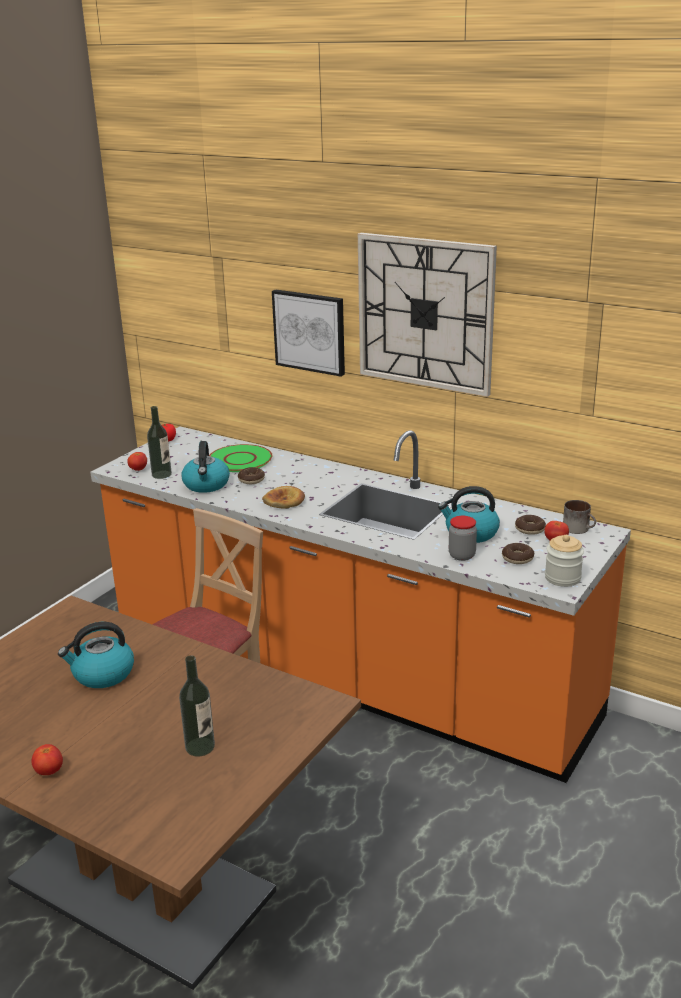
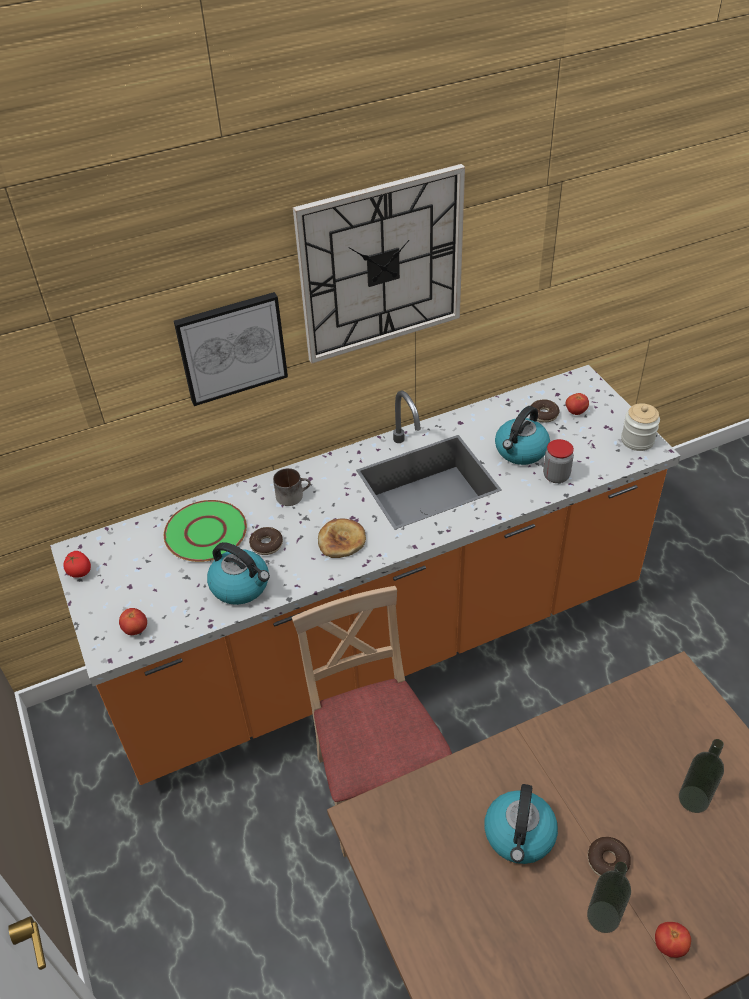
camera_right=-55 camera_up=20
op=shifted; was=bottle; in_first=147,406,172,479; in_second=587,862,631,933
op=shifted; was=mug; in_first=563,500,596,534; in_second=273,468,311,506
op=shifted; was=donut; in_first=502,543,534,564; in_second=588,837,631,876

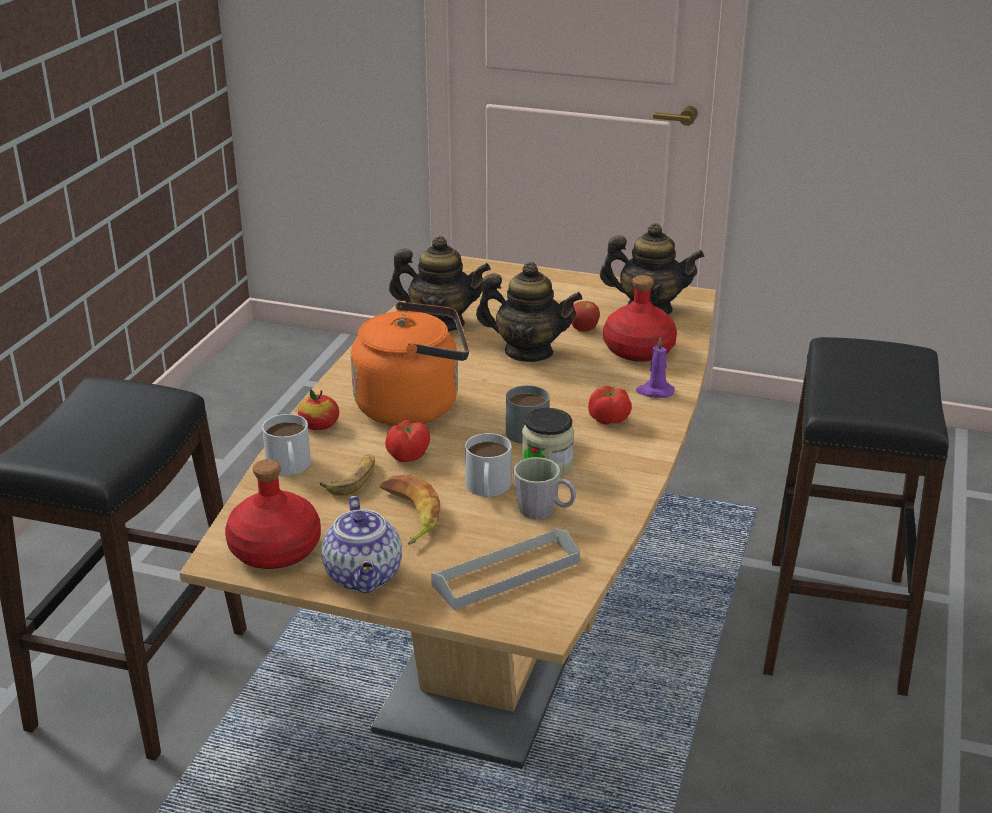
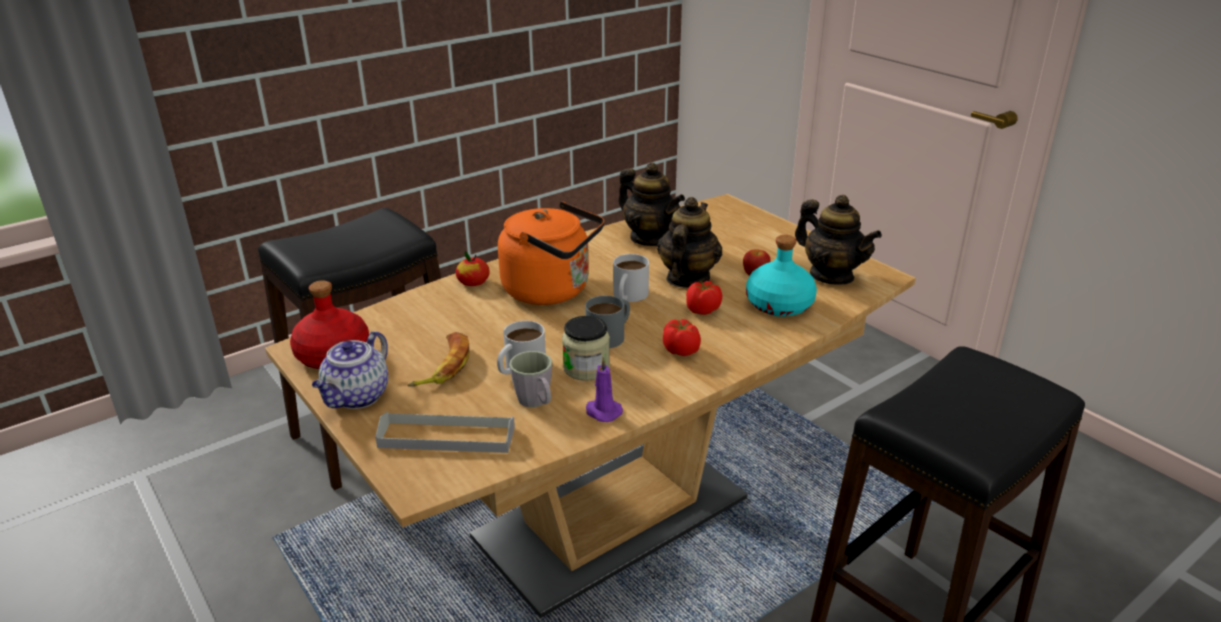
camera_right=35 camera_up=0
op=rotated; was=teapot; in_first=476,262,582,362; in_second=657,197,723,288; clockwise=-120
op=repainted; was=bottle/red; now=bottle/turquoise; in_first=603,275,677,362; in_second=746,235,817,317
op=shifted; was=candle/purple; in_first=636,336,674,398; in_second=586,357,623,422
op=shifted; was=mug/white; in_first=262,414,311,476; in_second=613,254,649,302
op=shifted; was=tomato; in_first=385,420,430,462; in_second=686,281,722,315
op=gone; was=banana; in_first=320,455,375,496

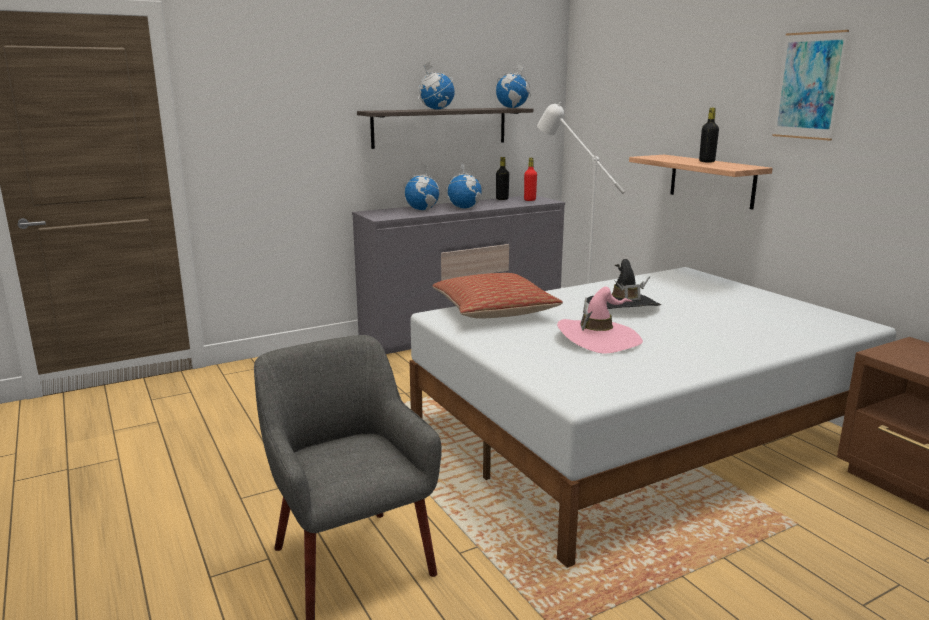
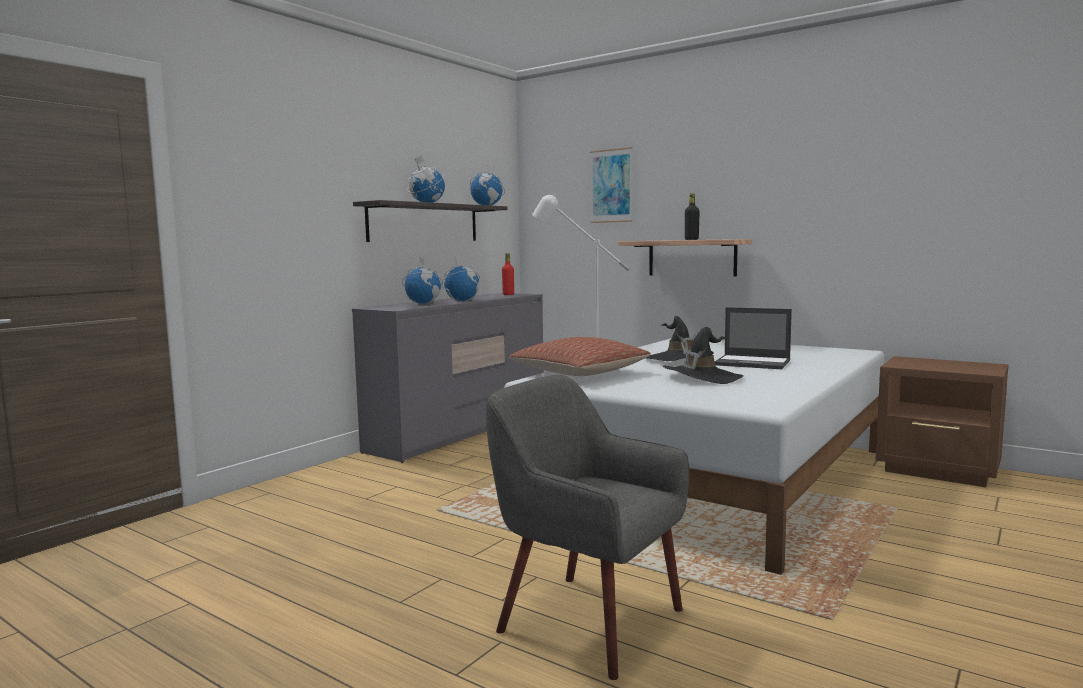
camera_right=-25 camera_up=-10
op=shifted; was=picture; in_first=773,30,849,141; in_second=590,147,632,223
op=gone; was=bottle/black; in_first=496,157,509,200
op=repainted; was=hat/pink; now=hat/black; in_first=557,287,643,354; in_second=663,327,743,384
op=new; now=laptop; in_second=715,307,792,369

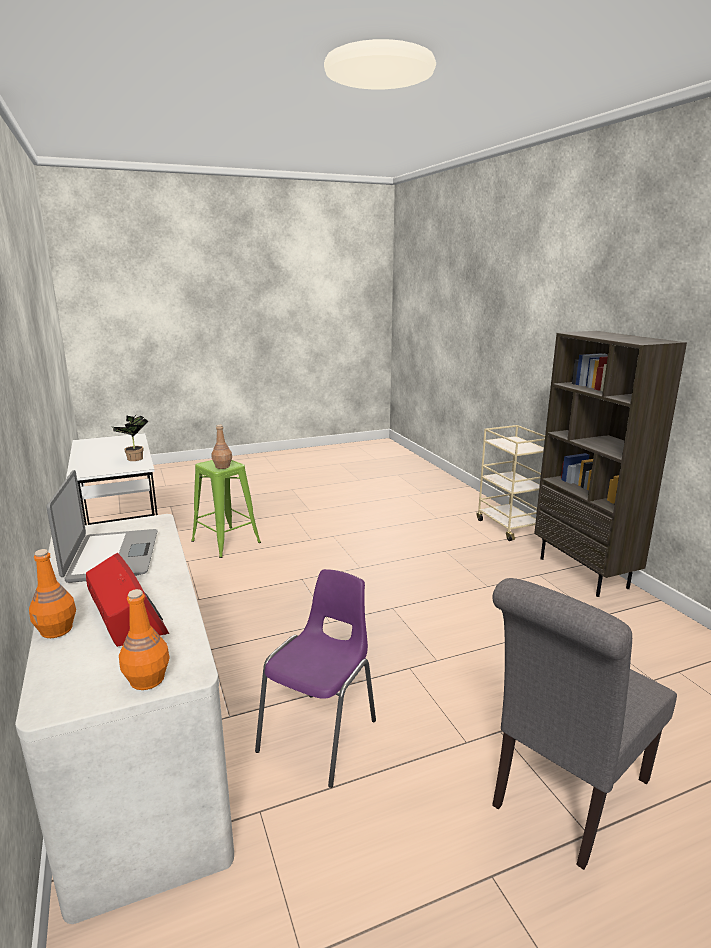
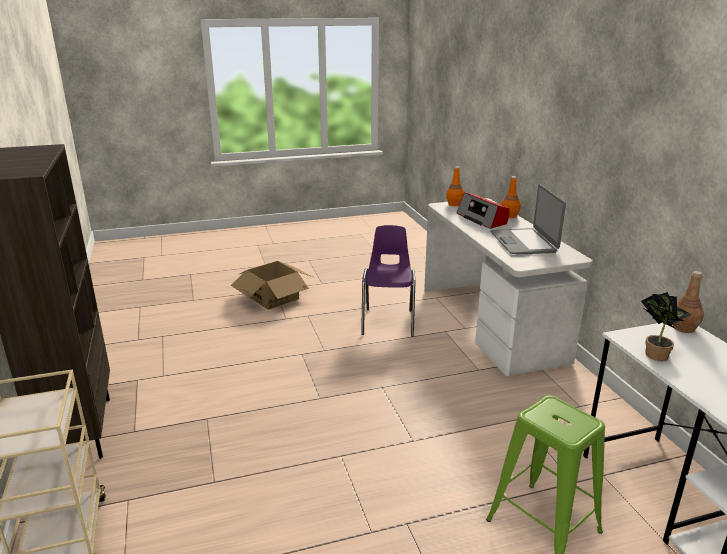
camera_right=-175 camera_up=5
op=shifted; was=bottle/brown; in_first=212,425,232,469; in_second=673,271,704,333
op=rotated; was=chair/purple; in_first=255,569,376,788; in_second=361,225,415,337; clockwise=150
op=swapped; was=chair/grey; now=cardboard box; in_first=492,578,677,870; in_second=231,261,312,310

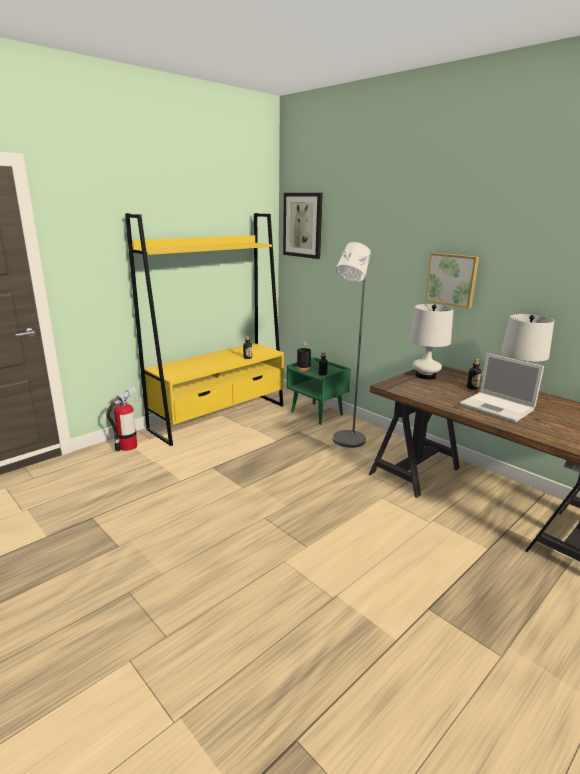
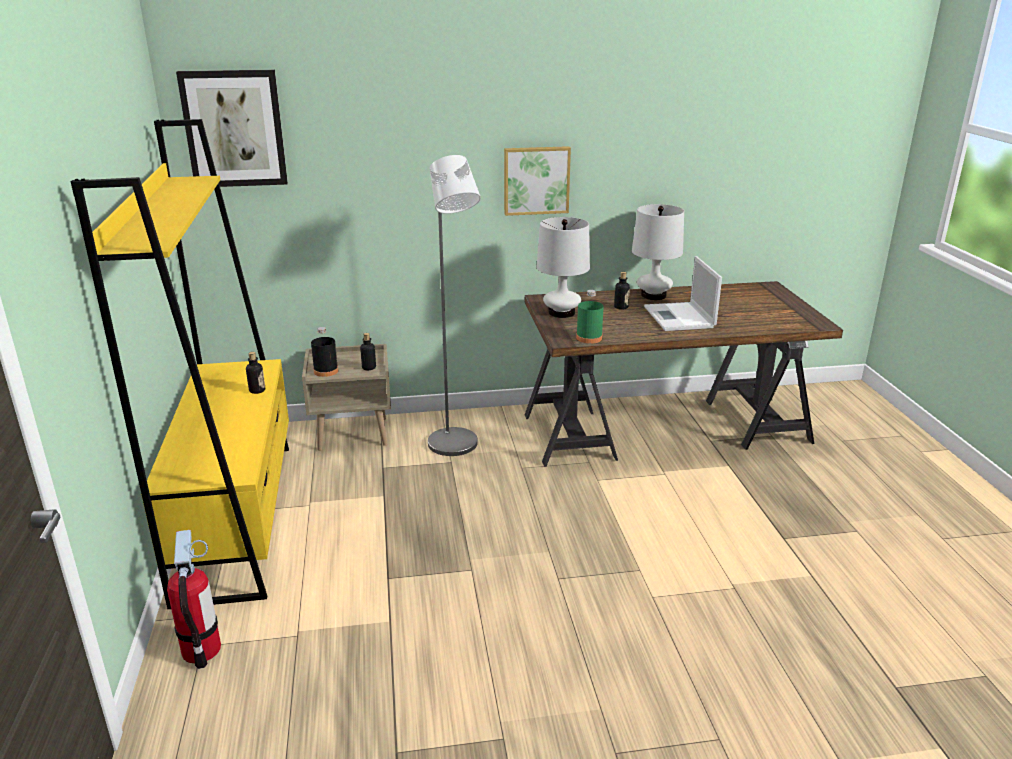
camera_right=-55 camera_up=5
op=rotated; was=laptop; in_first=460,353,544,422; in_second=644,256,722,331; clockwise=90
op=repainted; was=nightstand/green; now=nightstand/beige; in_first=287,357,351,425; in_second=302,344,391,451
op=new; now=bottle/green; in_second=576,290,604,344

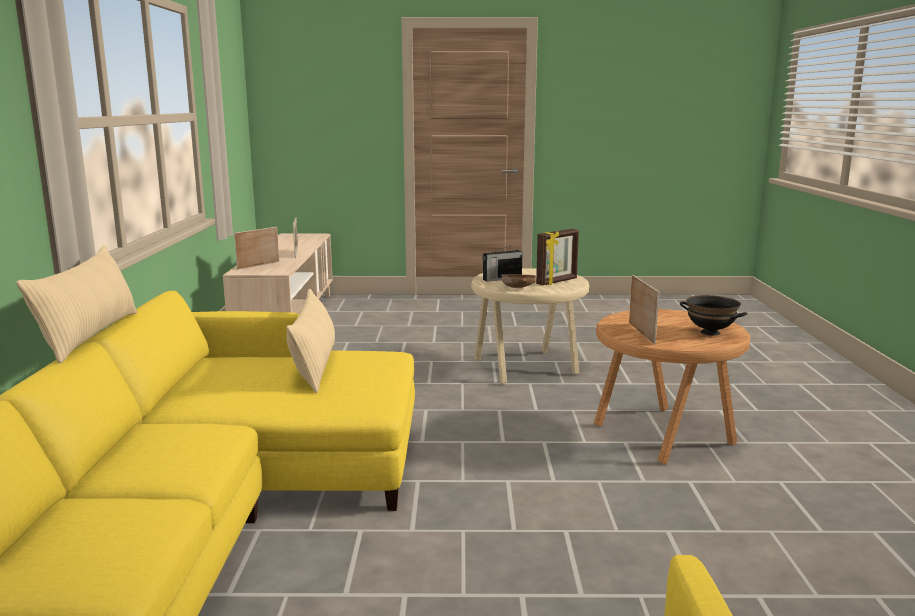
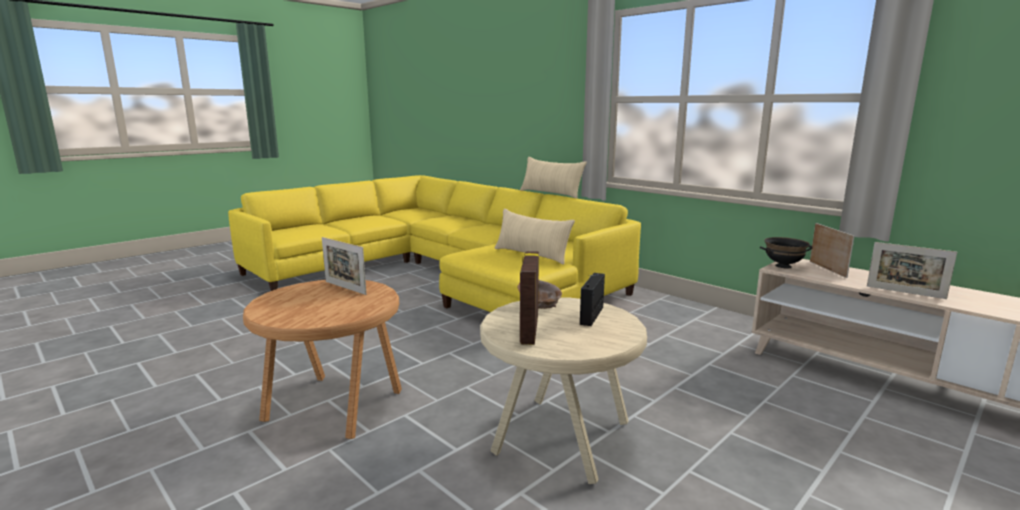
camera_right=135 camera_up=0
op=shifted; was=bowl/black; in_first=680,295,747,336; in_second=760,237,813,268

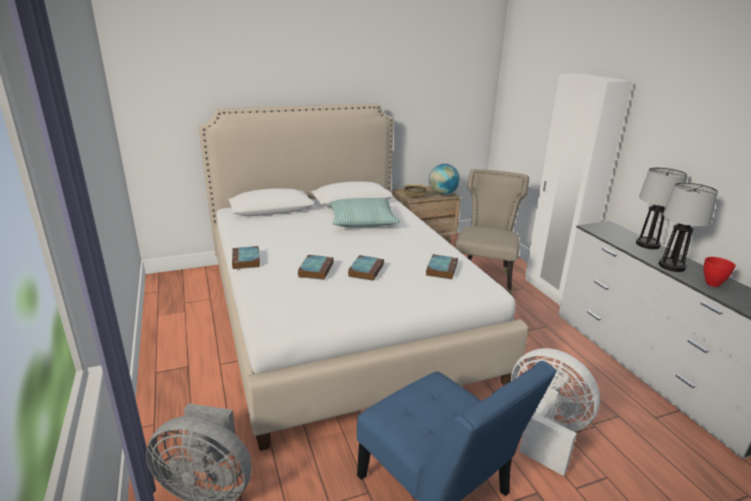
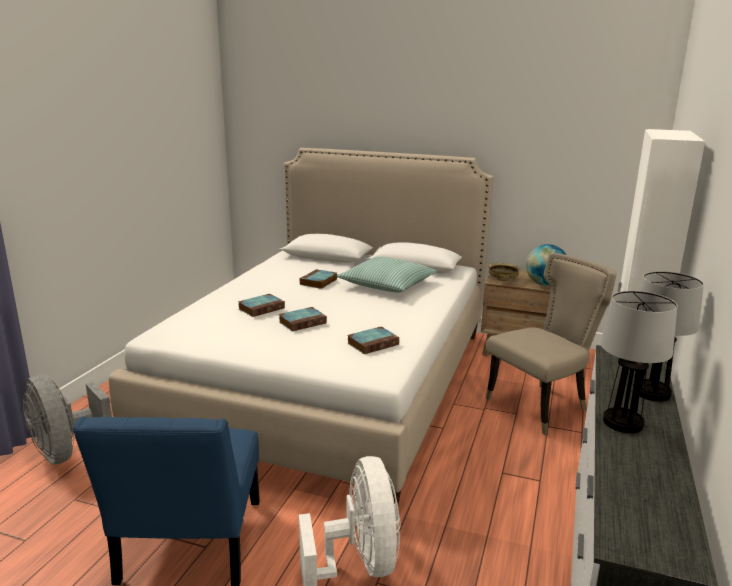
camera_right=40 camera_up=-5
op=shifted; was=book; in_first=232,246,260,269; in_second=300,269,337,289
op=gone; was=bowl/red; in_first=704,257,736,287

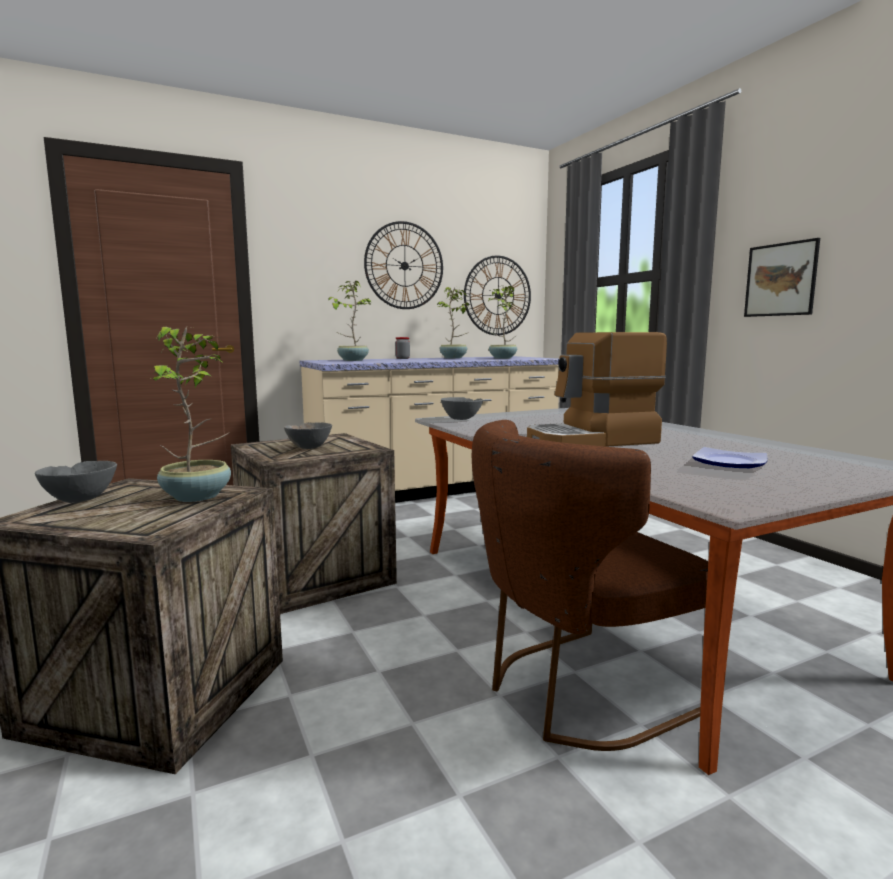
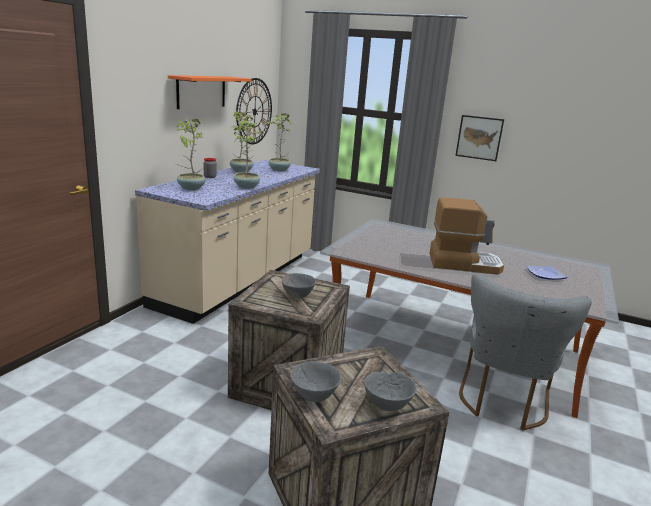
camera_right=-40 camera_up=10
op=swapped; was=wall clock; now=shelf/orange; in_first=364,221,443,309; in_second=168,75,252,109
op=shifted; was=potted plant; in_first=144,327,231,502; in_second=233,120,267,189
op=rotated; was=coffee machine; in_first=527,332,667,447; in_second=429,197,504,275; clockwise=-120
op=shifted; was=bowl/grey; in_first=441,397,483,420; in_second=364,372,417,411
op=repainted; was=chair/brown; now=chair/grey; in_first=472,420,708,751; in_second=459,274,592,431

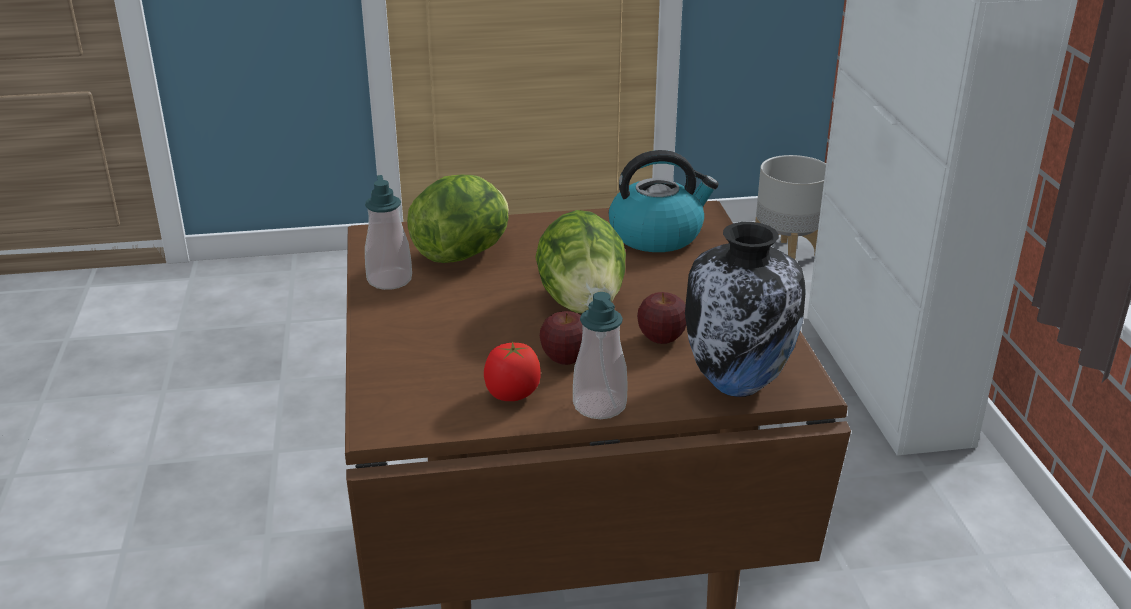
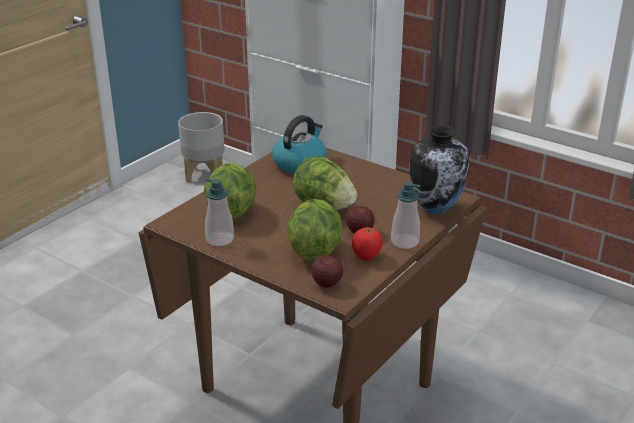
camera_right=-45 camera_up=0
op=shifted; was=apple; in_first=637,292,686,344; in_second=311,255,343,288
op=new; now=lettuce; in_second=286,199,343,261

